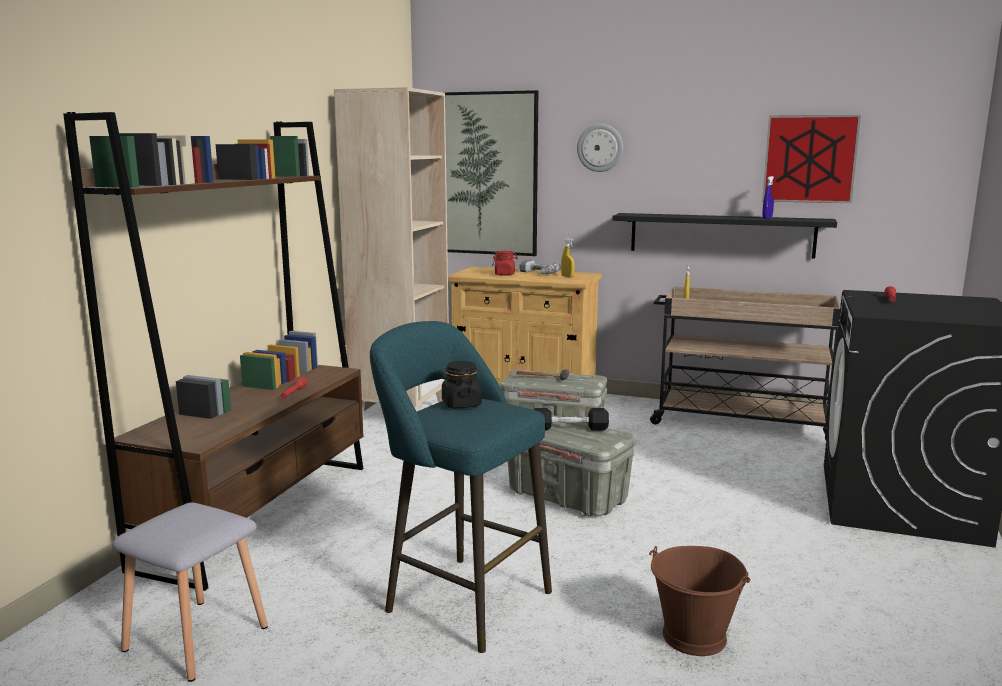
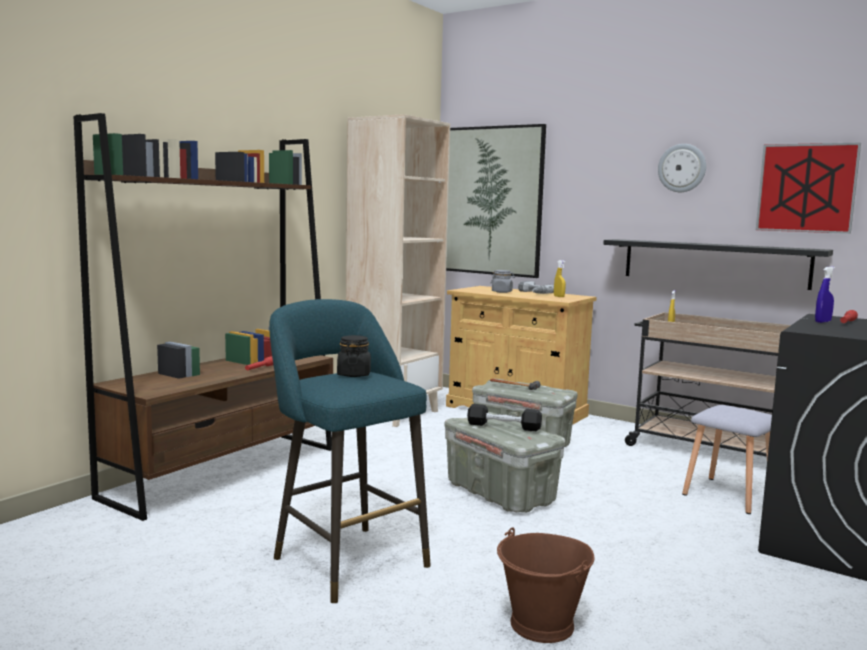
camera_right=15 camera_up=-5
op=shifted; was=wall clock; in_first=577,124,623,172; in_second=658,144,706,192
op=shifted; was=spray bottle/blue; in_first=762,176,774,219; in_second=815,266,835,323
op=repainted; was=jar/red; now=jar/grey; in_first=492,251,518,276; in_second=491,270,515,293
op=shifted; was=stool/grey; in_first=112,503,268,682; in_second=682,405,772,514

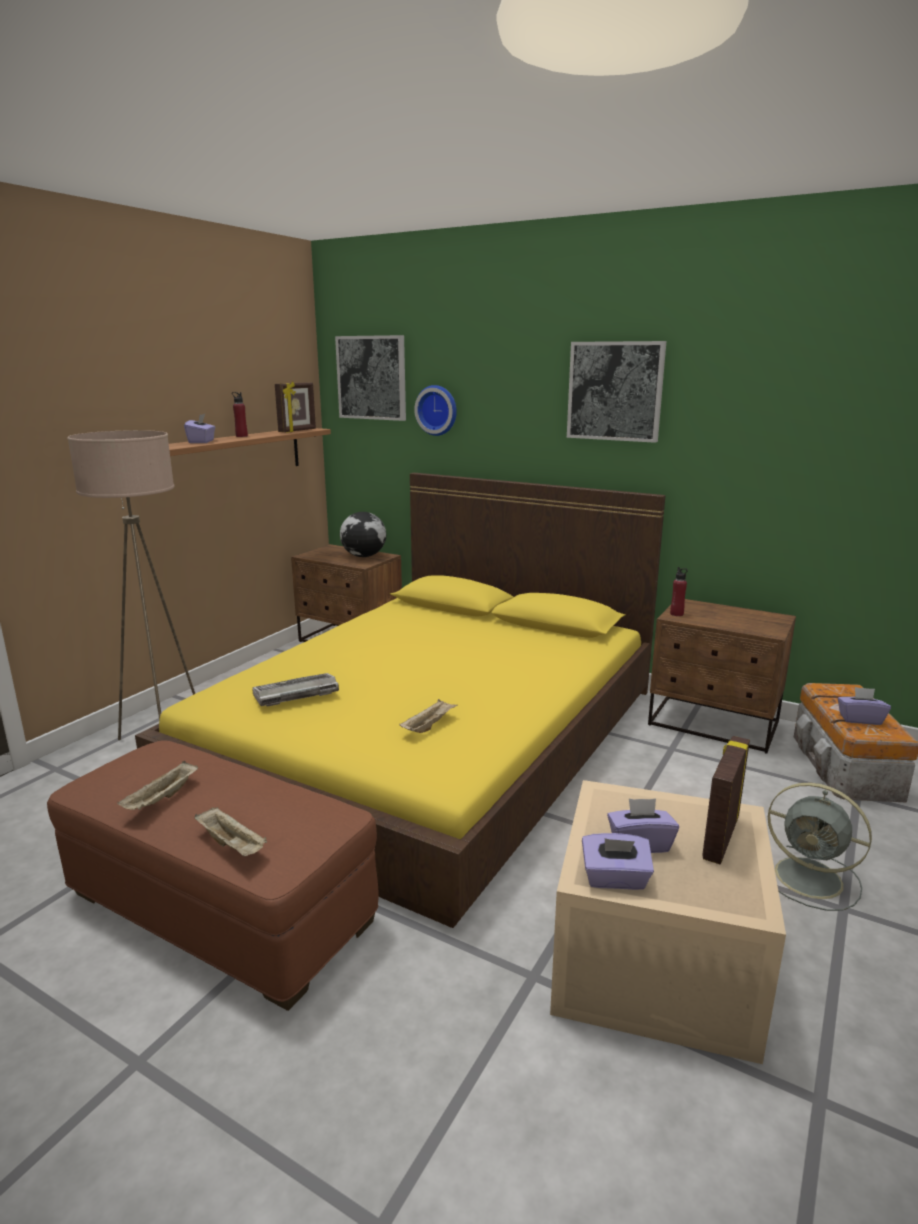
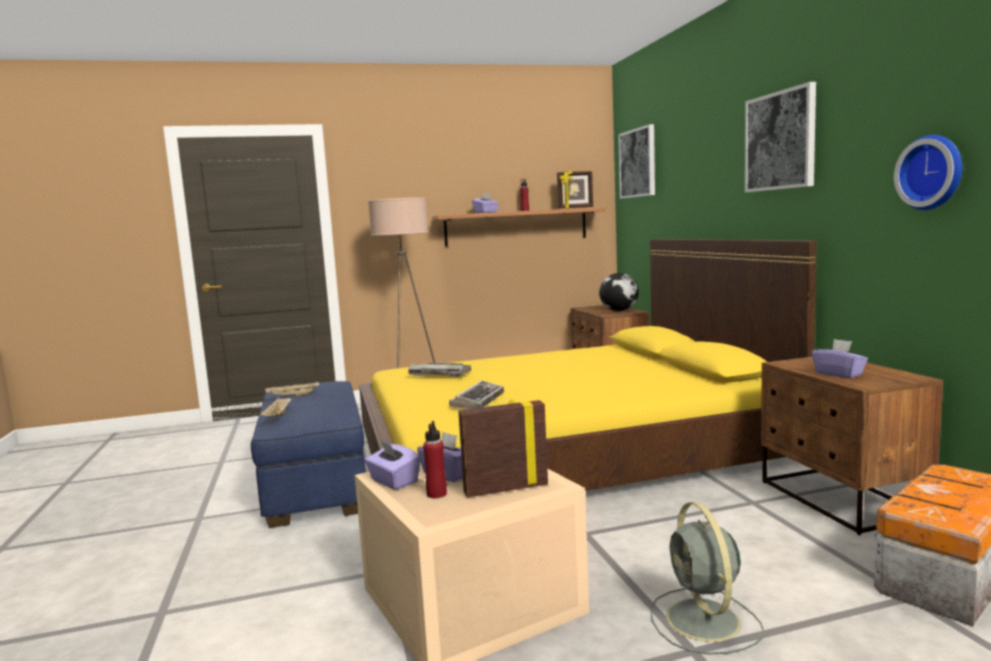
camera_right=45 camera_up=-10
op=shifted; was=wall clock; in_first=414,385,457,436; in_second=894,135,962,210
op=shifted; was=bottle/red; in_first=670,567,688,616; in_second=423,421,447,498
op=shifted; was=tissue box/purple; in_first=838,687,891,725; in_second=812,339,868,378
op=swapped; was=tray/beige; now=keyboard; in_first=399,699,458,733; in_second=449,380,504,409
op=repainted; was=ottoman/brown; now=ottoman/blue; in_first=47,740,379,1011; in_second=251,381,366,528

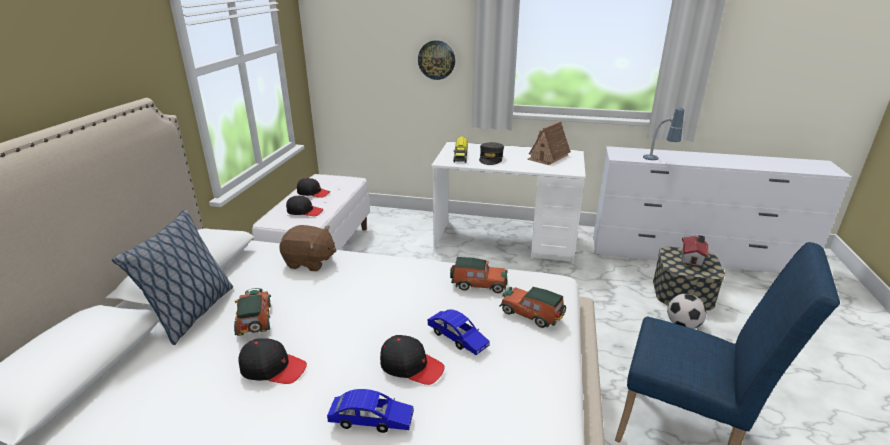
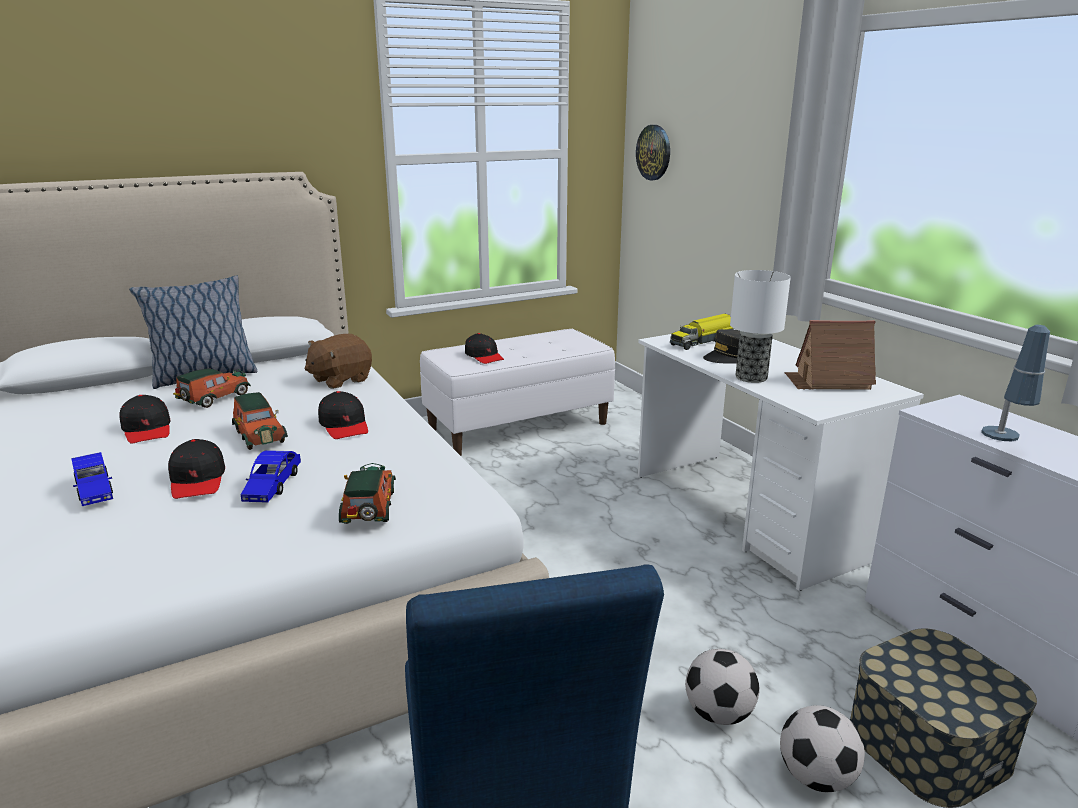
camera_right=50 camera_up=-5
op=shifted; was=wall clock; in_first=418,40,455,80; in_second=636,125,670,180
op=shifted; was=cap/black; in_first=297,178,330,198; in_second=318,391,368,439
op=rotated; was=plush toy/brown; in_first=280,225,337,271; in_second=305,334,372,389; clockwise=75
op=gone; was=toy house; in_first=681,235,708,268
op=shifted; was=toy car; in_first=450,257,508,293; in_second=232,392,288,450
op=new; now=table lamp; in_second=730,270,791,383
op=new; now=football; in_second=685,649,759,725

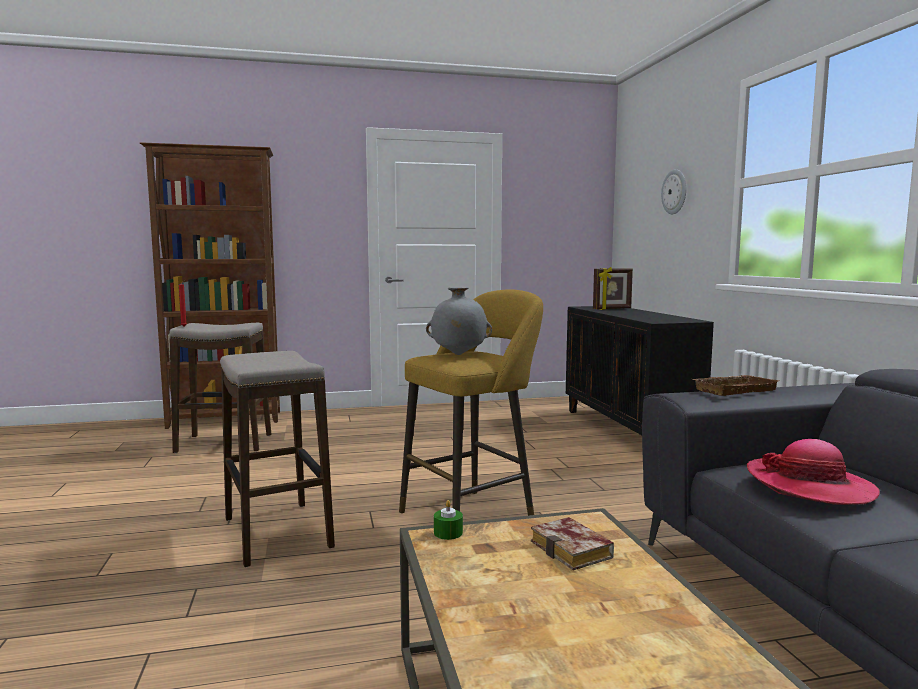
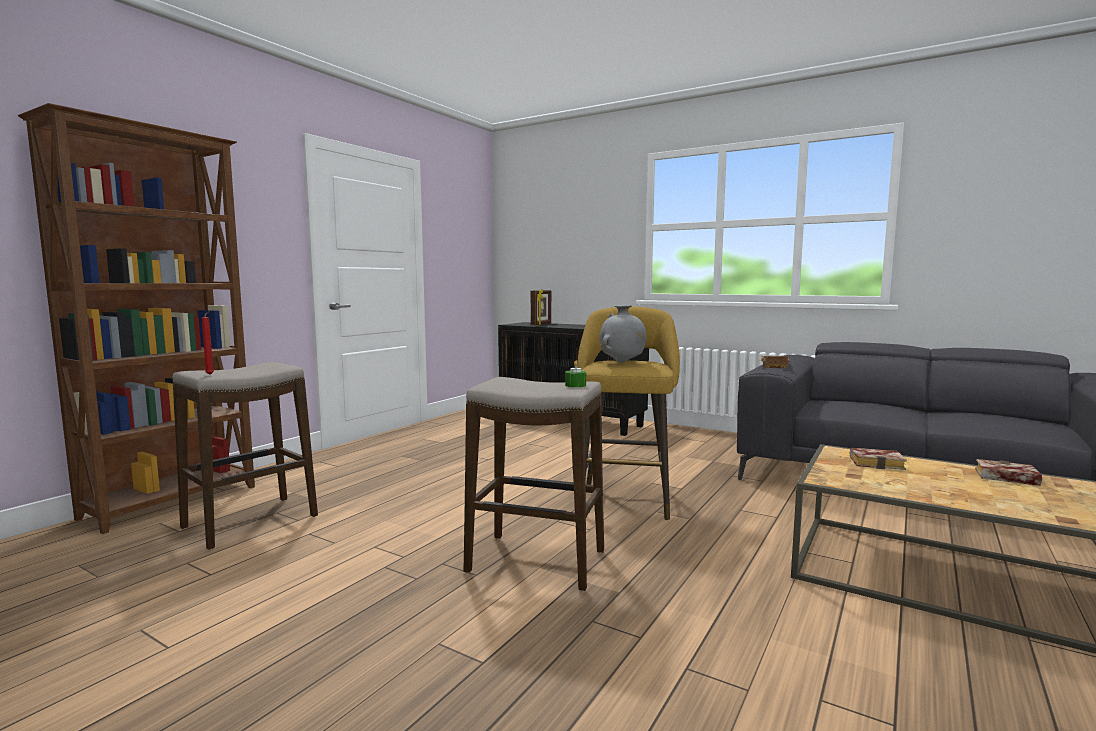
camera_right=-45 camera_up=0
op=gone; was=wall clock; in_first=661,169,686,214
op=gone; was=hat; in_first=747,439,880,505
op=shifted; was=candle/green; in_first=434,500,463,540; in_second=565,360,586,387
op=new; now=book; in_second=975,459,1042,486

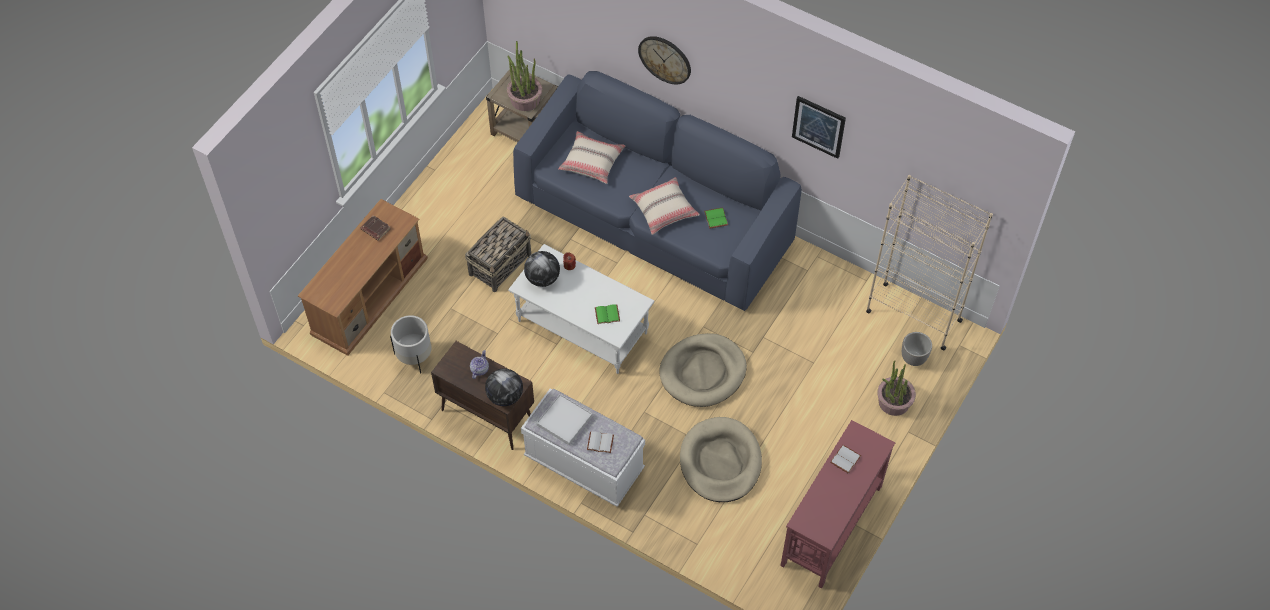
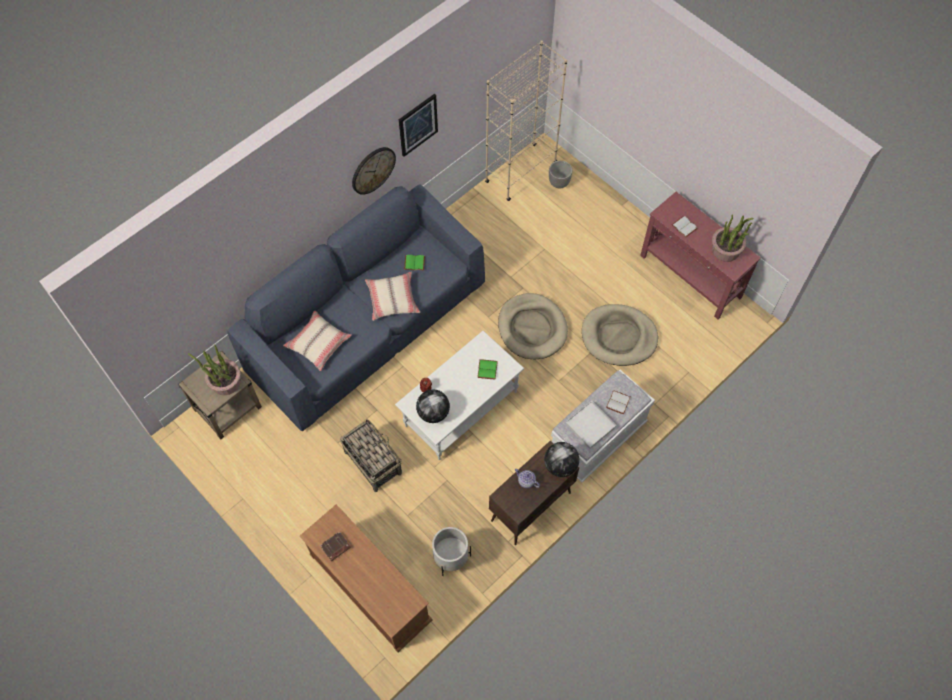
camera_right=-75 camera_up=5
op=shifted; was=wall clock; in_first=638,36,691,84; in_second=352,147,396,195
op=shifted; was=potted plant; in_first=877,361,916,416; in_second=712,214,754,262

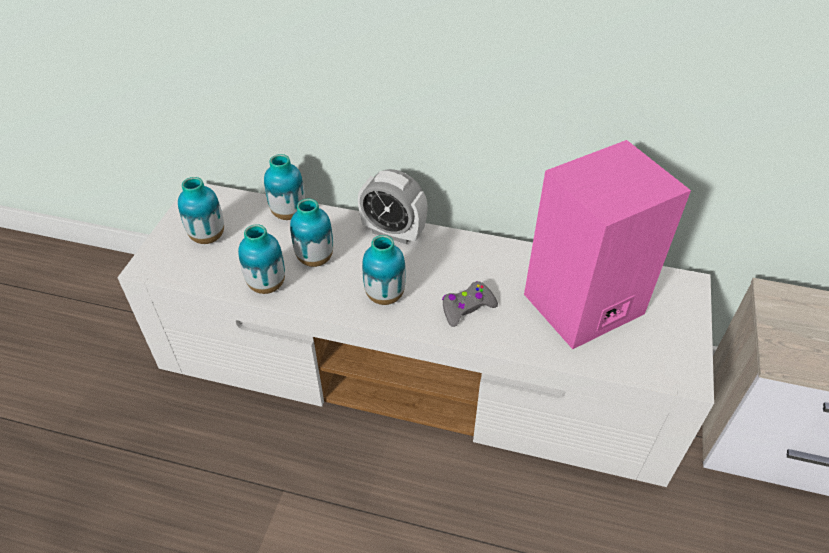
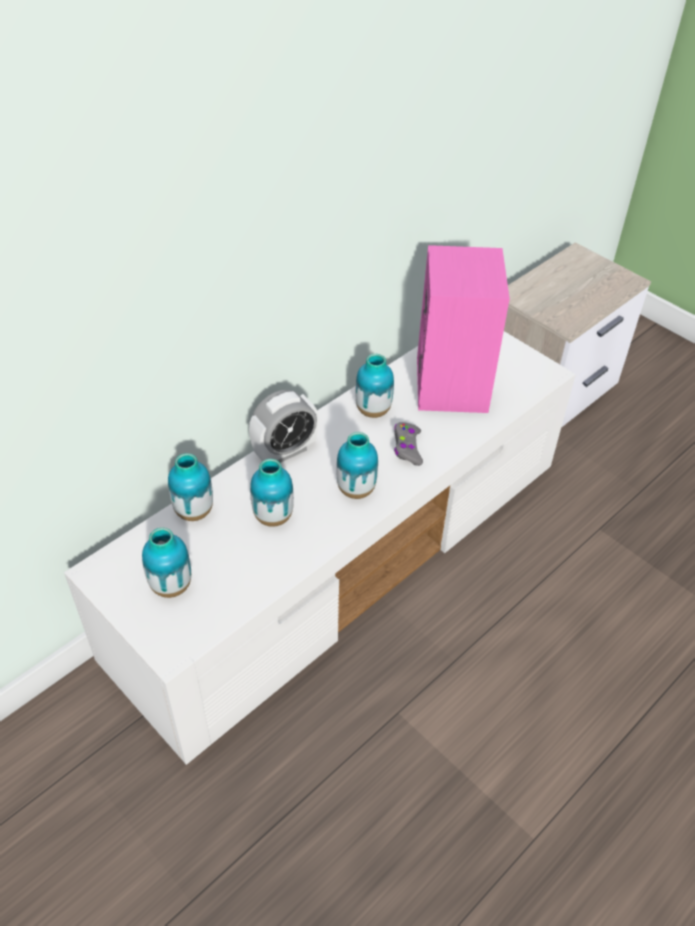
camera_right=-60 camera_up=0
op=shifted; was=vase; in_first=238,224,285,294; in_second=355,354,394,418

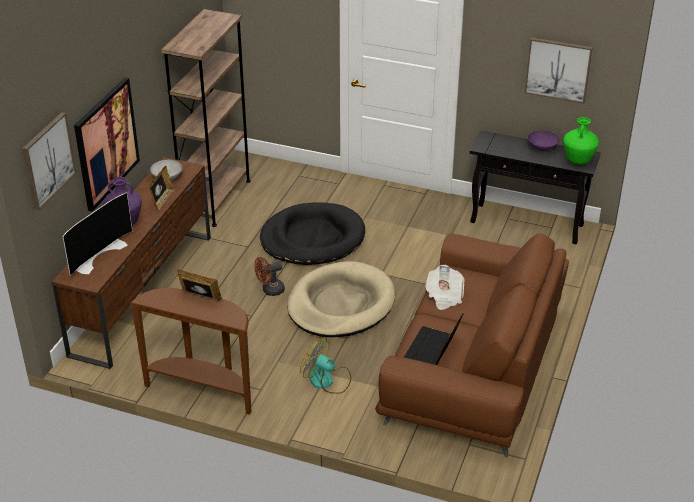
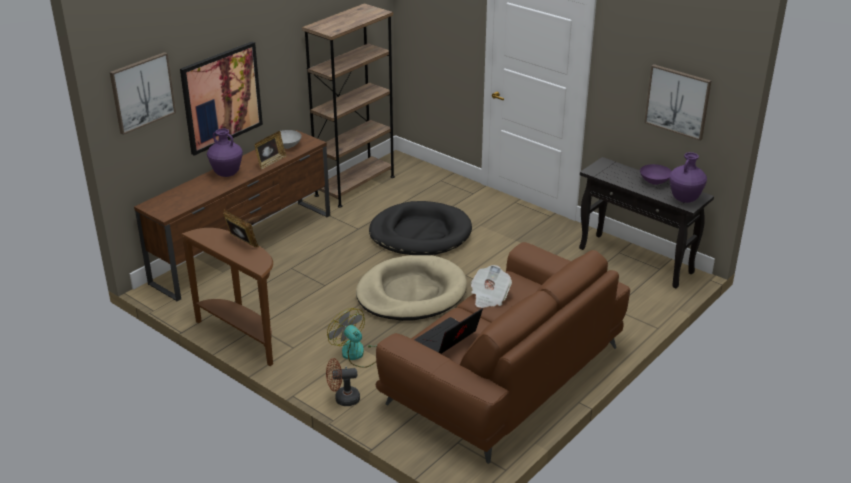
camera_right=20 camera_up=-5
op=repainted; was=vase/green; now=vase/purple; in_first=563,117,599,165; in_second=669,152,707,203
op=gone; was=television; in_first=63,192,132,276
op=shifted; was=fan/brown; in_first=254,257,285,296; in_second=326,358,360,406

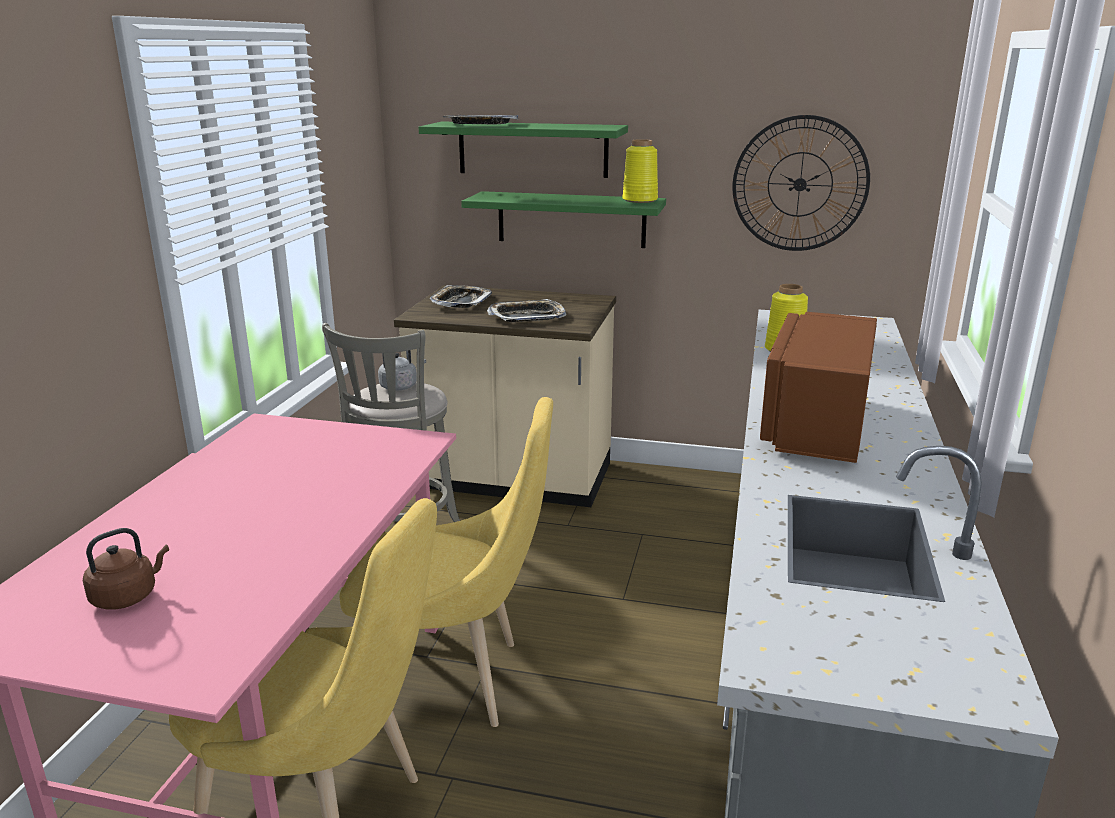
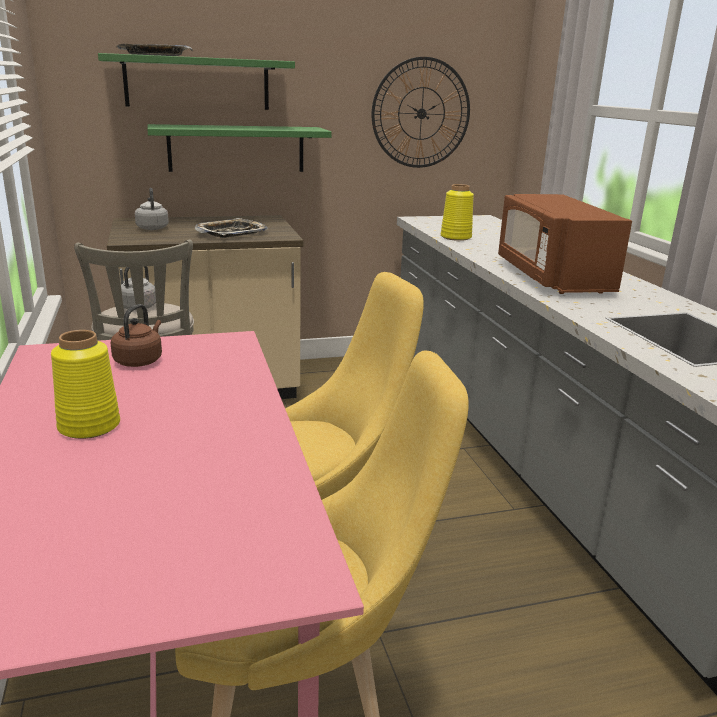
camera_right=-30 camera_up=0
op=shifted; was=vase/yellow; in_first=623,139,658,203; in_second=51,330,120,439
op=swapped; was=tray; now=kettle/grey; in_first=430,285,492,308; in_second=135,188,169,230
op=shifted; was=kettle/brown; in_first=83,528,169,610; in_second=110,304,162,367

